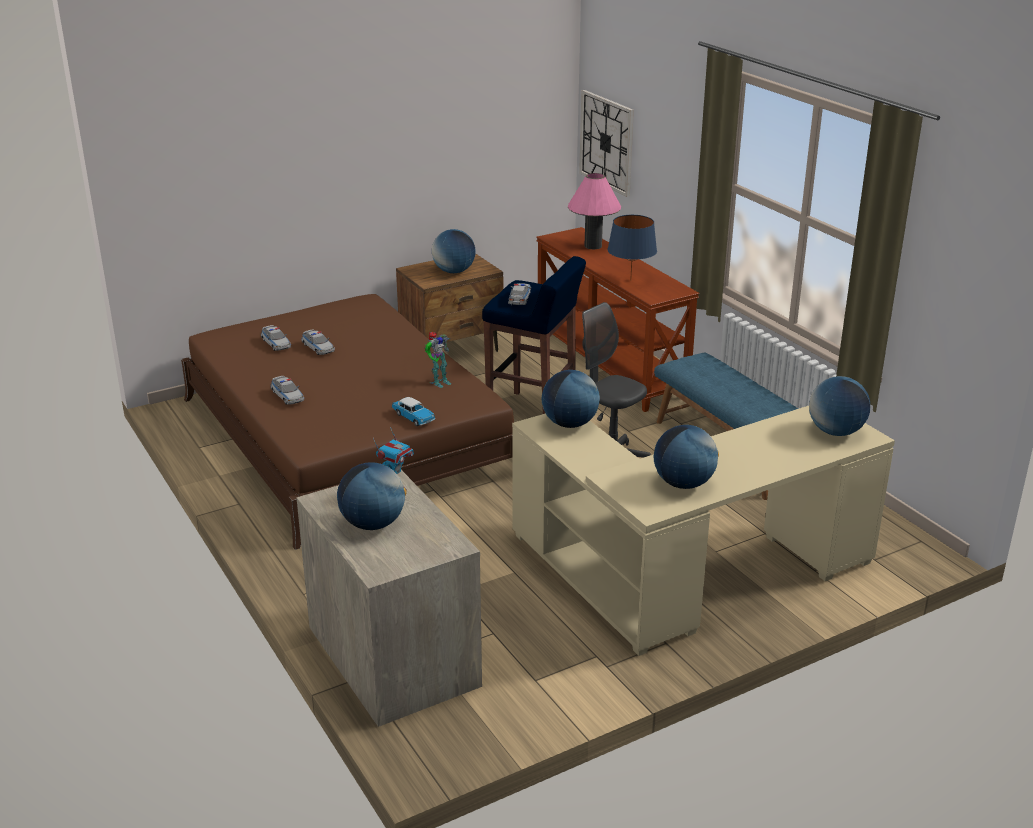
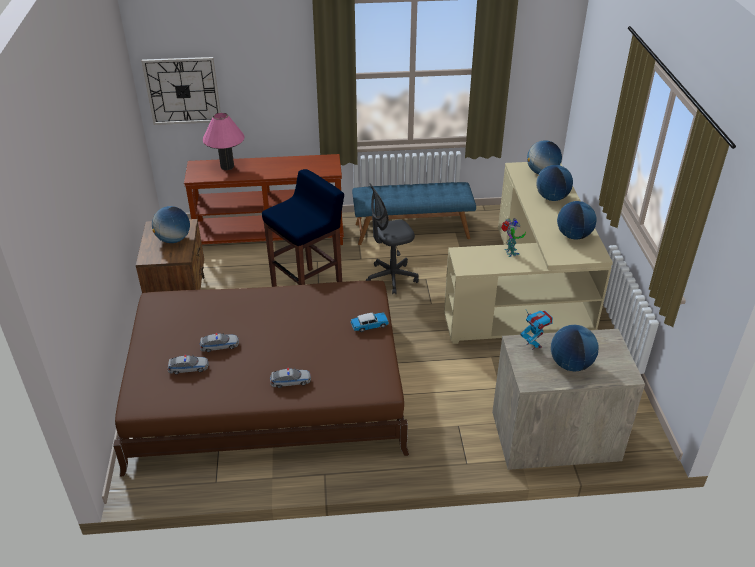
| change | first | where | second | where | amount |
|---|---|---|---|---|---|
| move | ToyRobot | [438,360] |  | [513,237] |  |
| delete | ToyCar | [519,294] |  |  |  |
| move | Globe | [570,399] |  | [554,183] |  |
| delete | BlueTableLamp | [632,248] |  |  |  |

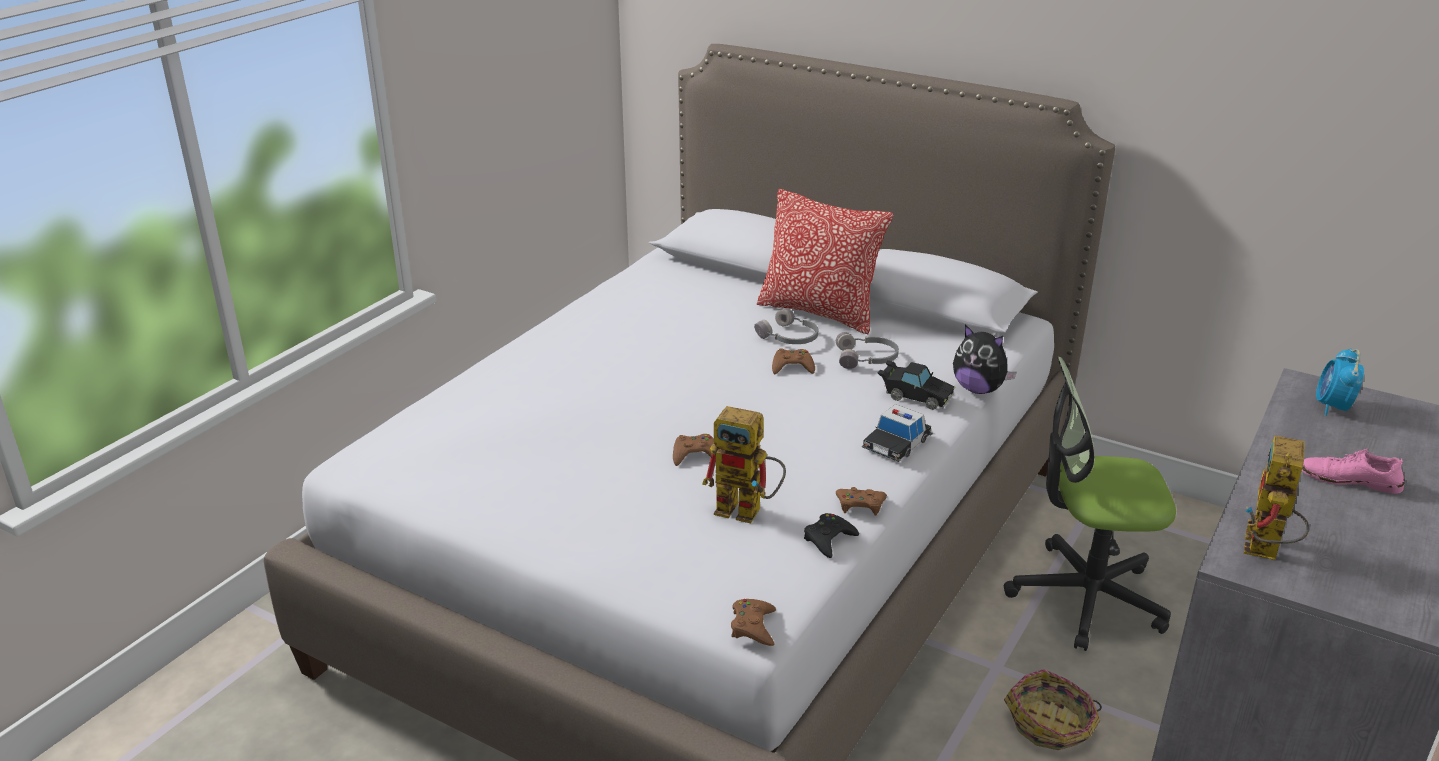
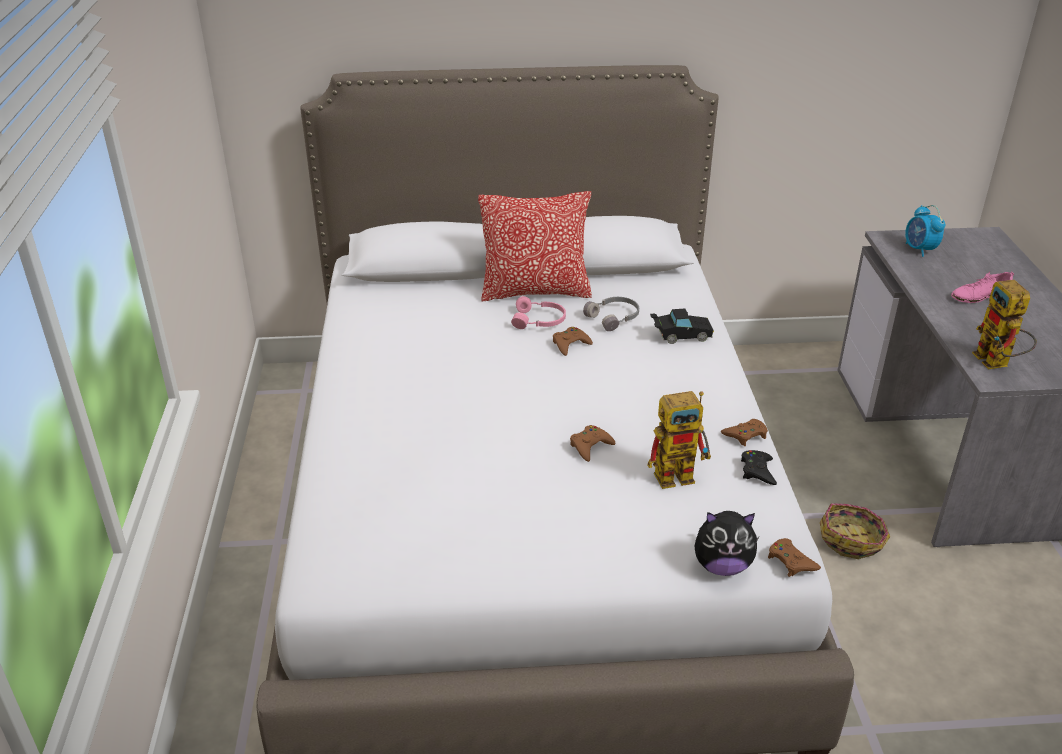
| change | first | where | second | where | amount |
|---|---|---|---|---|---|
| recolor | GreyHeadphones | [786,326] | PinkHeadphones | [538,312] |  |
| delete | ToyCar | [897,433] |  |  |  |
| move | PlushToy | [985,359] |  | [726,543] |  |
| delete | OfficeChair | [1089,504] |  |  |  |

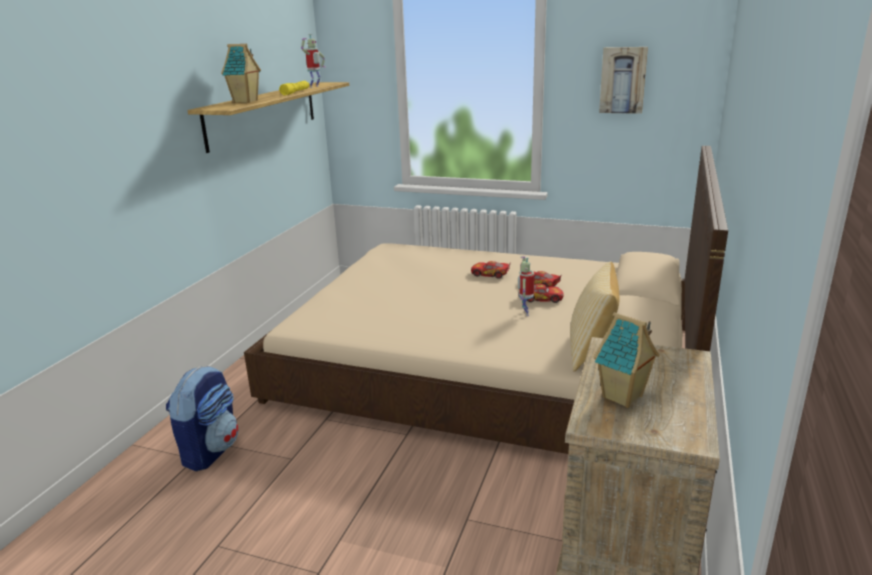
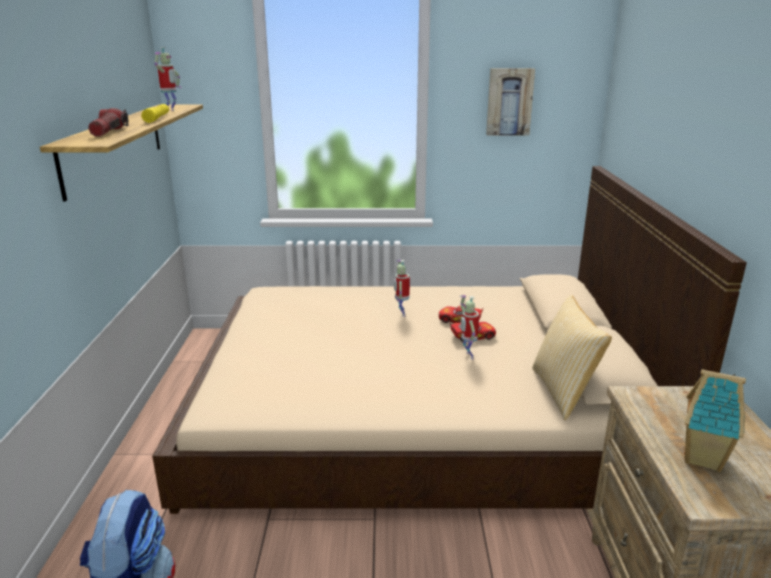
| change | first | where | second | where | amount |
|---|---|---|---|---|---|
| replace | ToyHouse | [241,73] | Flashlight | [108,122] |  |
| replace | ToyCar | [491,270] | ToyRobot | [402,288] |  |

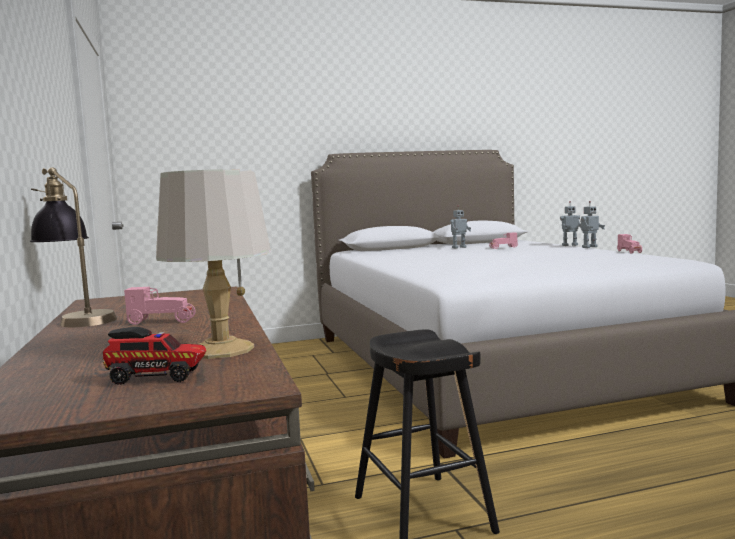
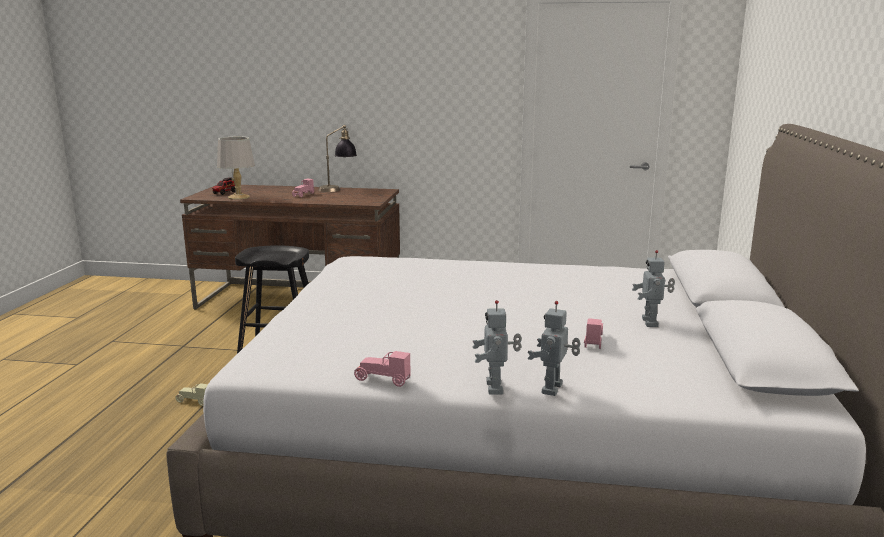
| change | first | where | second | where | amount |
|---|---|---|---|---|---|
| insert |  |  | BeigeToyCar | [191,394] |  |

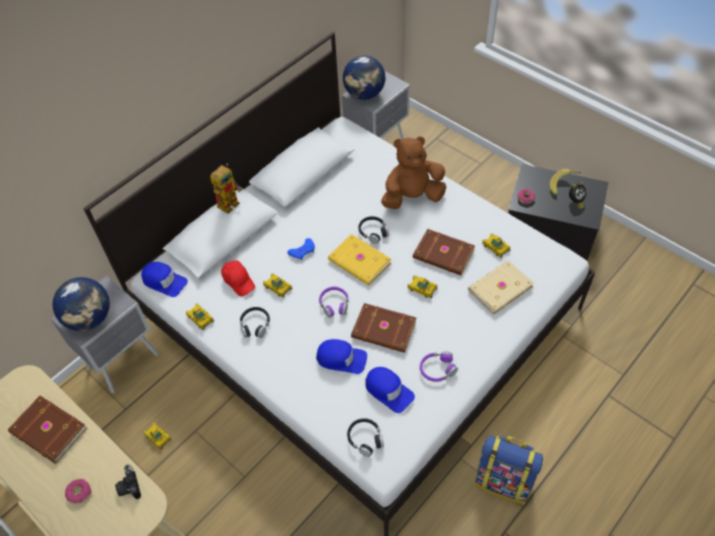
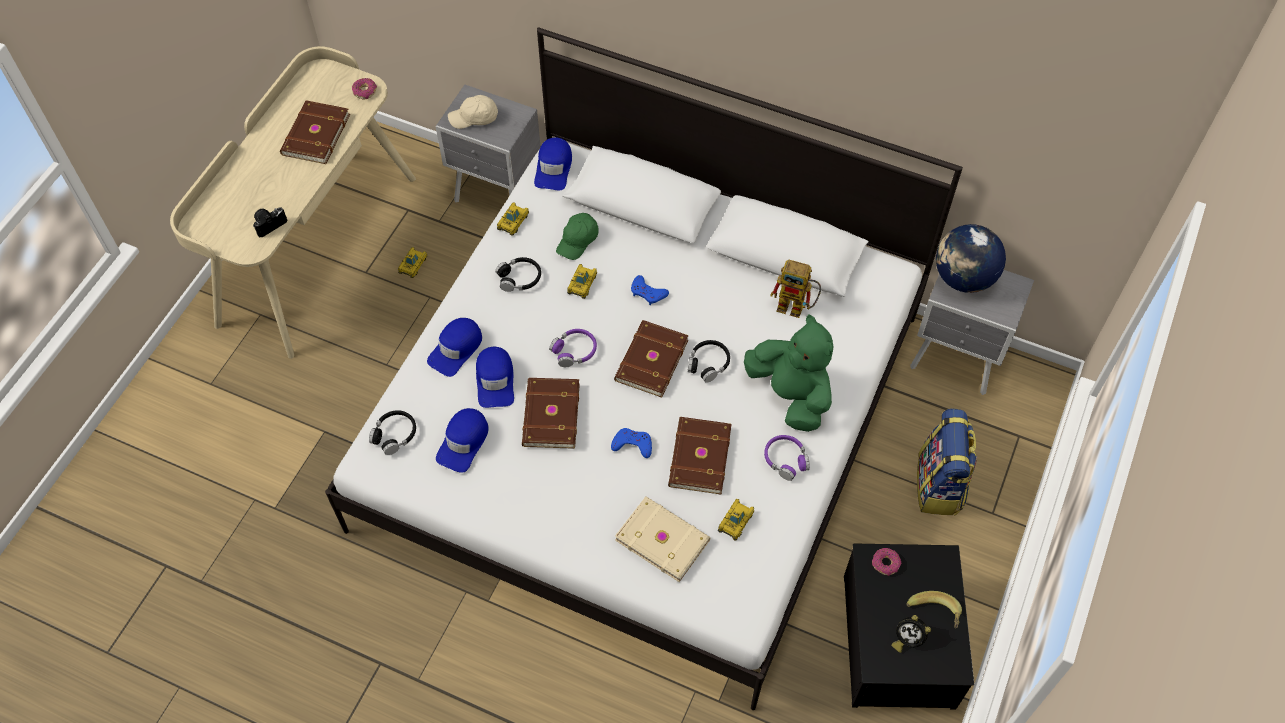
| change | first | where | second | where | amount |
|---|---|---|---|---|---|
| replace | Globe | [81,304] | BeigeCap | [473,112] |  |
| move | Donut | [78,491] |  | [364,88] |  |
| move | ToyRobot | [226,188] |  | [795,289] |  |
| recolor | RedCap | [238,278] | GreenCap | [577,236] |  |
| recolor | YellowBook | [359,260] | BrownBook | [651,359] |  |
| recolor | BrownPlushToy | [413,172] | GreenPlushToy | [788,373] |  |
| replace | ToyCar | [423,286] | BlueGameController | [631,443] |  |
| move | PurpleHeadphones | [439,366] |  | [787,458] |  |
| move | Backpack | [508,470] |  | [947,462] |  |
| insert |  |  | BlueCap | [454,347] |  |

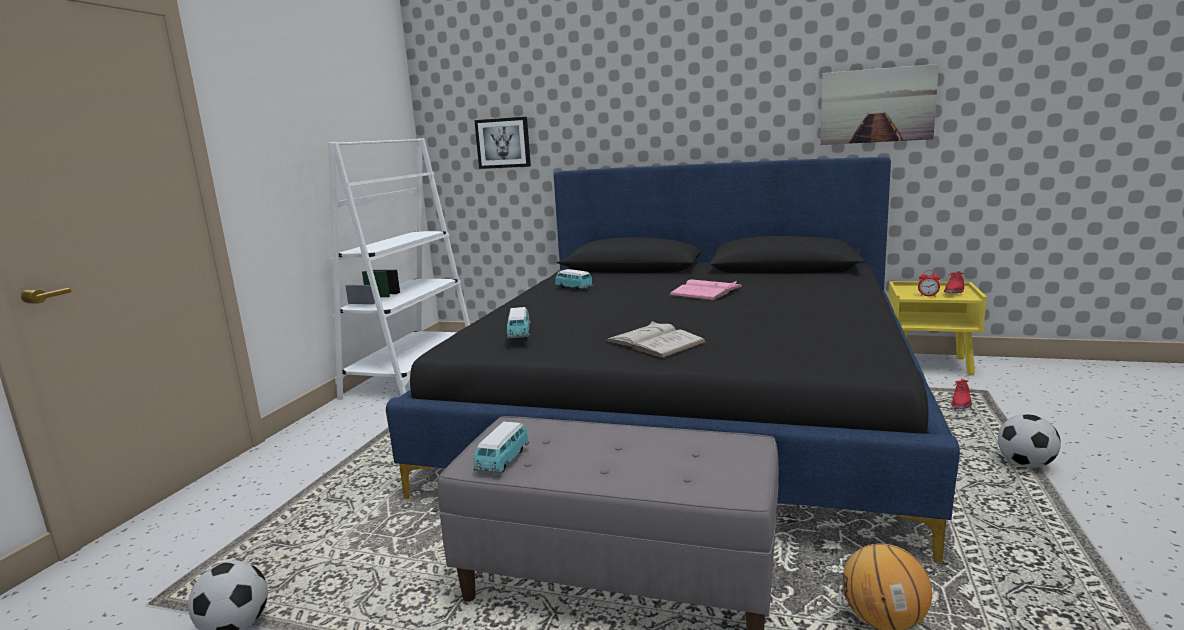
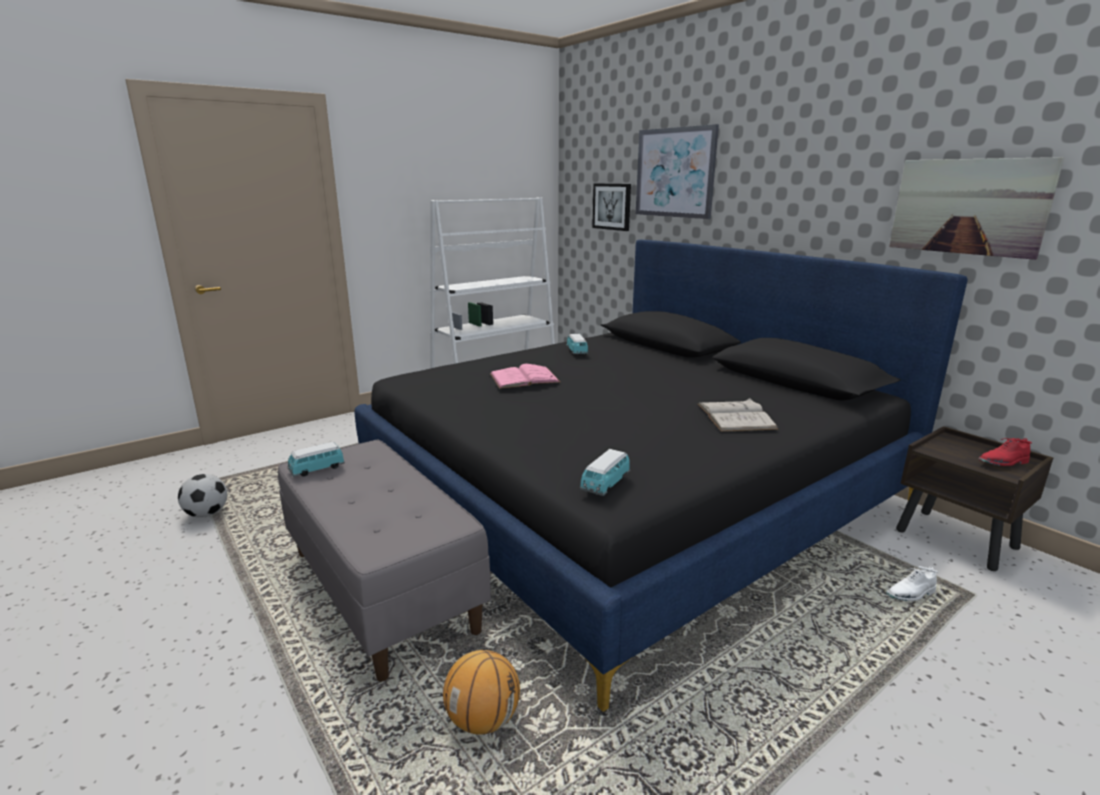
| change | first | where | second | where | amount |
|---|---|---|---|---|---|
| move | ToyCar | [518,323] |  | [605,472] |  |
| move | WhiteBook | [655,339] |  | [737,415] |  |
| move | PinkBook | [706,290] |  | [525,376] |  |
| recolor | YellowNightstand | [937,328] | BrownNightstand | [974,498] |  |
| delete | AlarmClock | [929,283] |  |  |  |
| recolor | RedShoe | [961,394] | WhiteShoe | [912,583] |  |
| delete | Football | [1029,441] |  |  |  |
| insert |  |  | Picture | [677,171] |  |

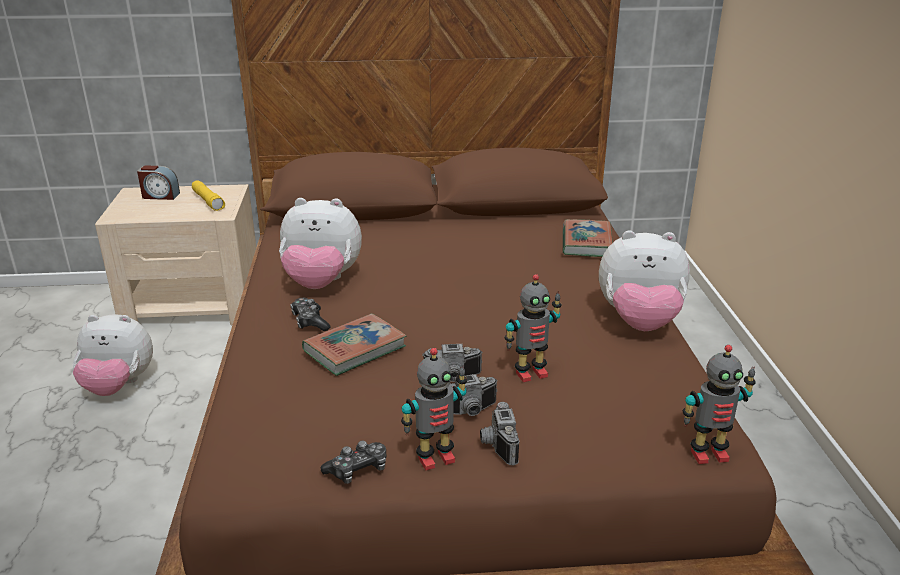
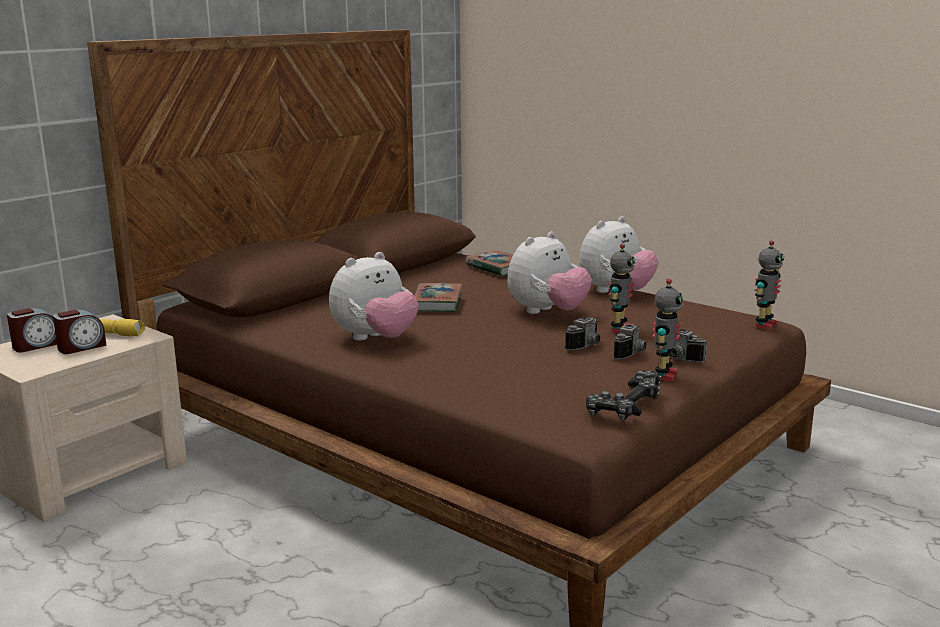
| change | first | where | second | where | amount |
|---|---|---|---|---|---|
| move | PlushToy | [113,355] |  | [549,273] |  |
| move | GameController | [310,314] |  | [614,406] |  |
| move | Book | [354,344] |  | [438,297] |  |
| insert |  |  | AlarmClock | [80,332] |  |

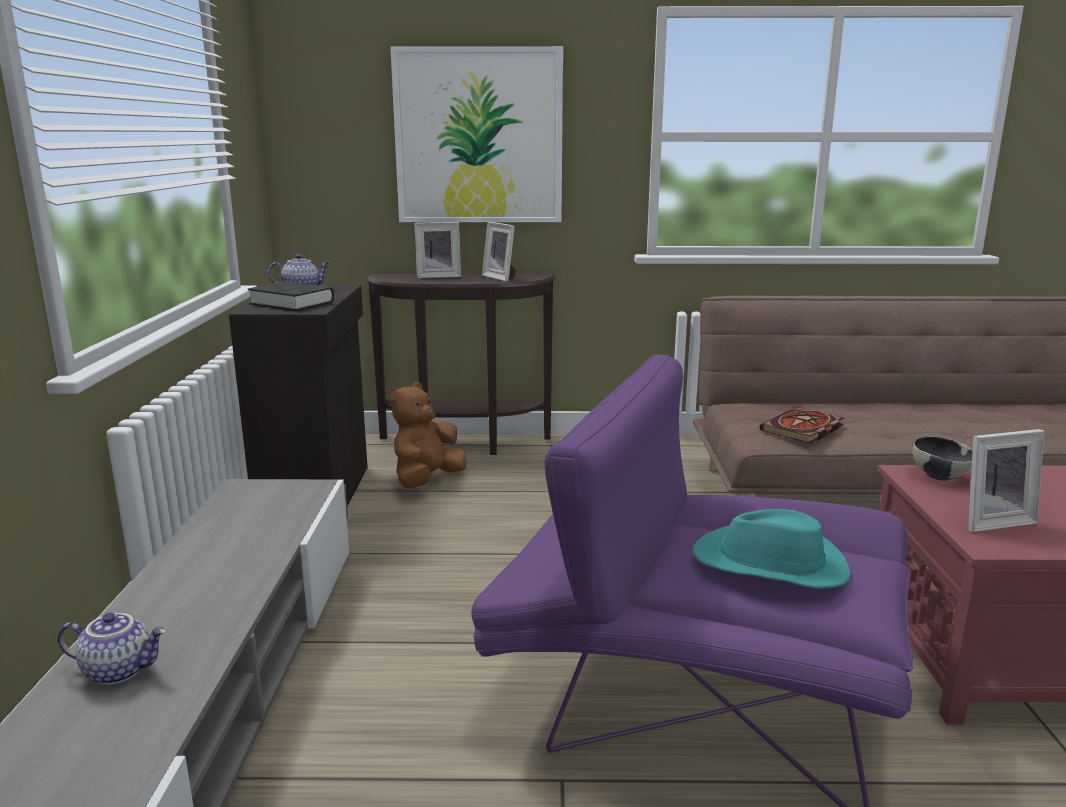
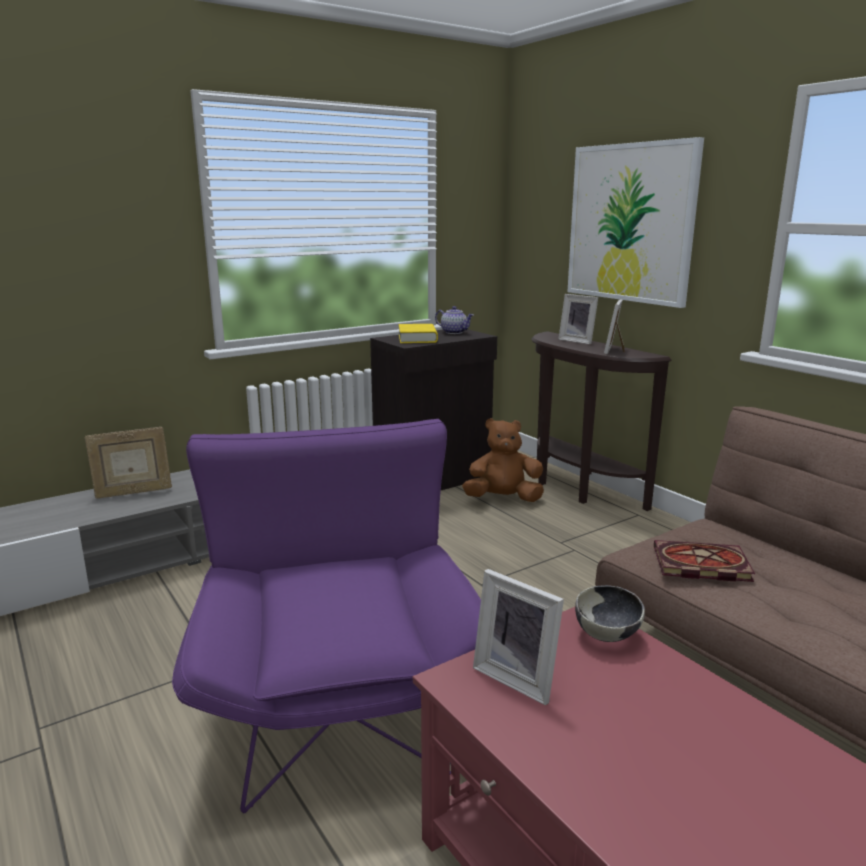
| change | first | where | second | where | amount |
|---|---|---|---|---|---|
| replace | Teapot | [112,648] | PictureFrame | [128,463] |  |
| recolor | BlackBook | [291,296] | YellowBook | [418,333] |  |
| delete | TurquoiseHat | [771,549] |  |  |  |

